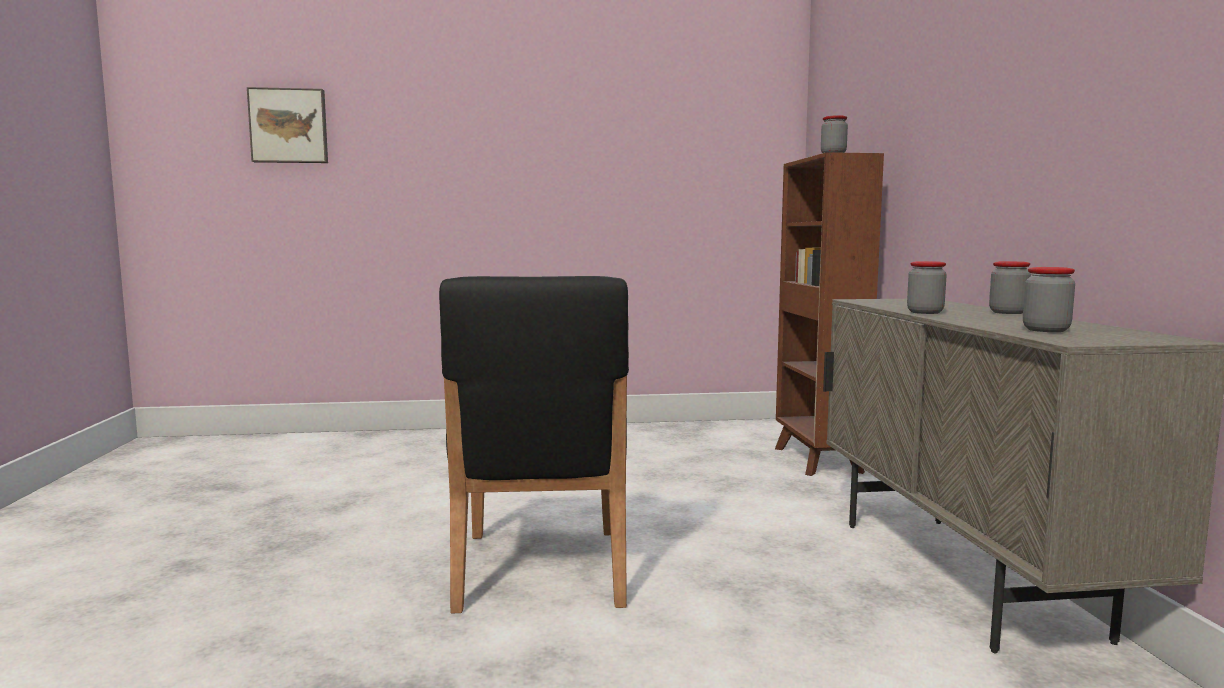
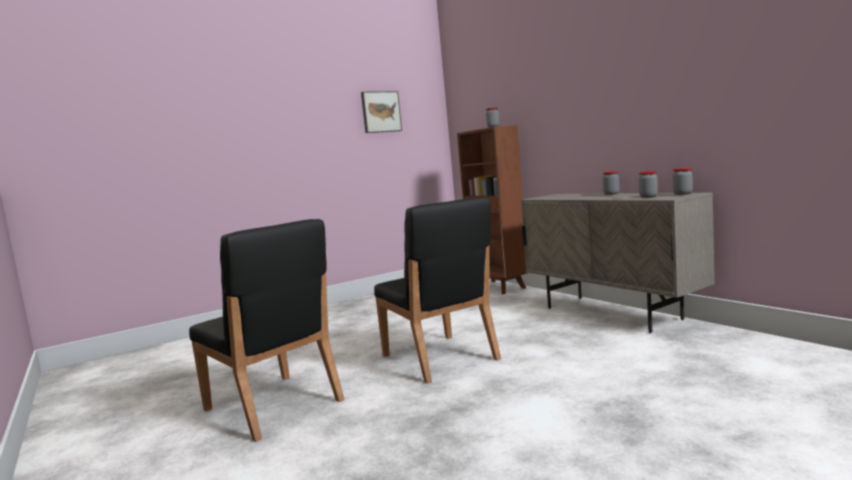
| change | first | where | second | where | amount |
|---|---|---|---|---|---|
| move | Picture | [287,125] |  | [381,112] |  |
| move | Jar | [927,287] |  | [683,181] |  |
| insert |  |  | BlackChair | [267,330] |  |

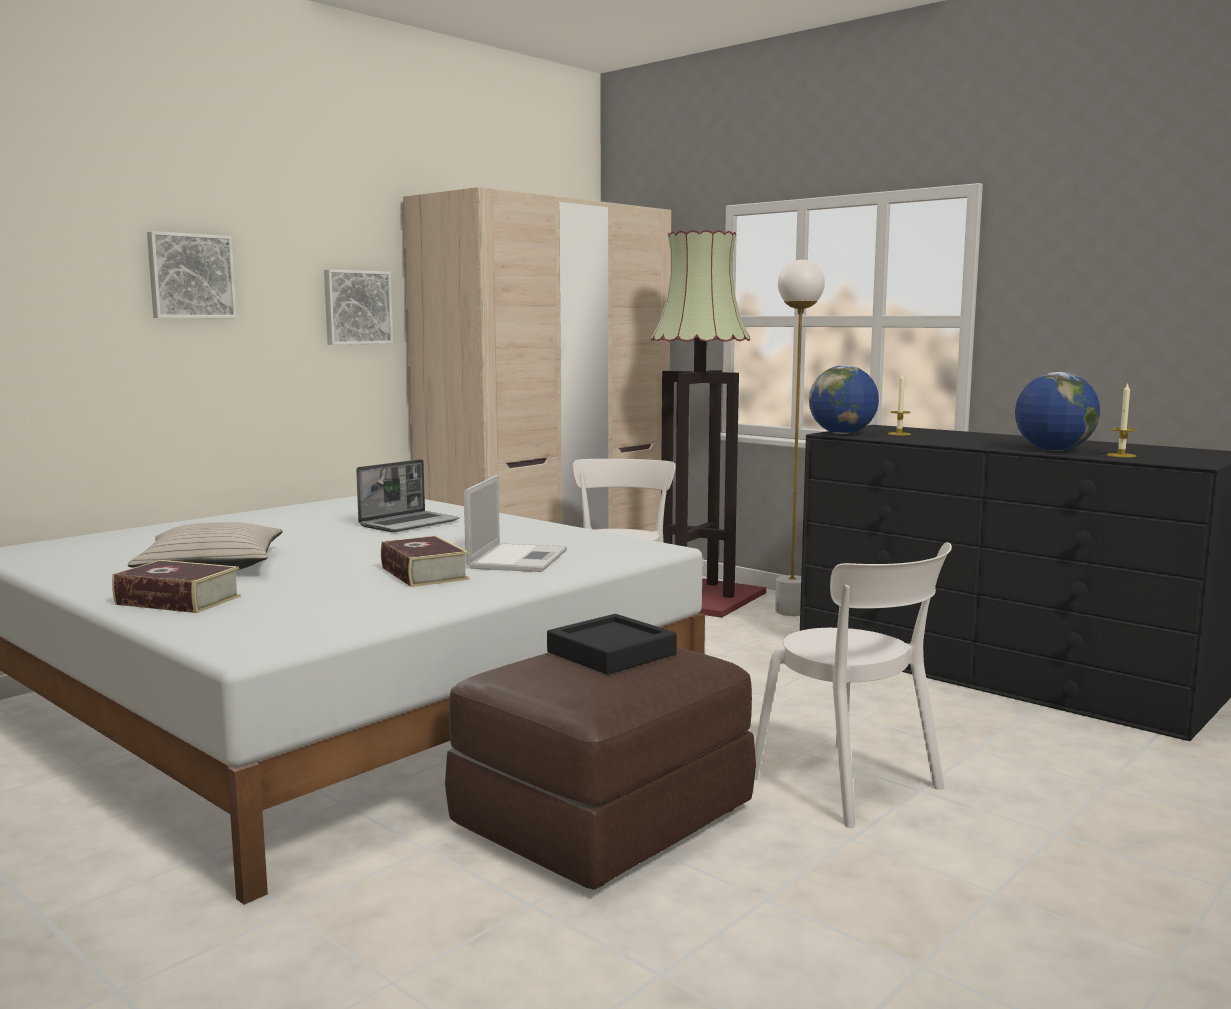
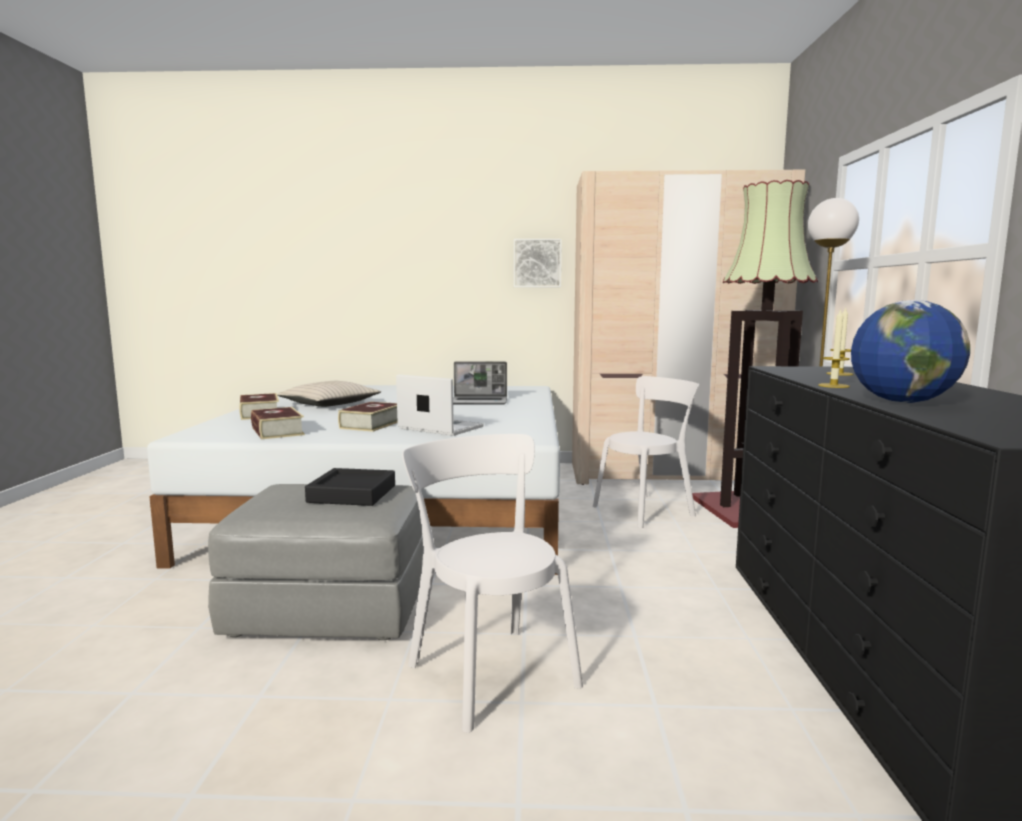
| change | first | where | second | where | amount |
|---|---|---|---|---|---|
| delete | Picture | [192,274] |  |  |  |
| recolor | BrownOttoman | [600,768] | GreyOttoman | [315,562] |  |
| rotate | Laptop | [515,523] |  | [440,405] | 120 degrees counterclockwise |
| rotate | WhiteChair | [853,685] |  | [492,583] | 135 degrees clockwise |
| delete | Globe | [844,399] |  |  |  |
| move | Candle | [1121,419] |  | [834,348] |  |
| insert |  |  | Book | [278,423] |  |

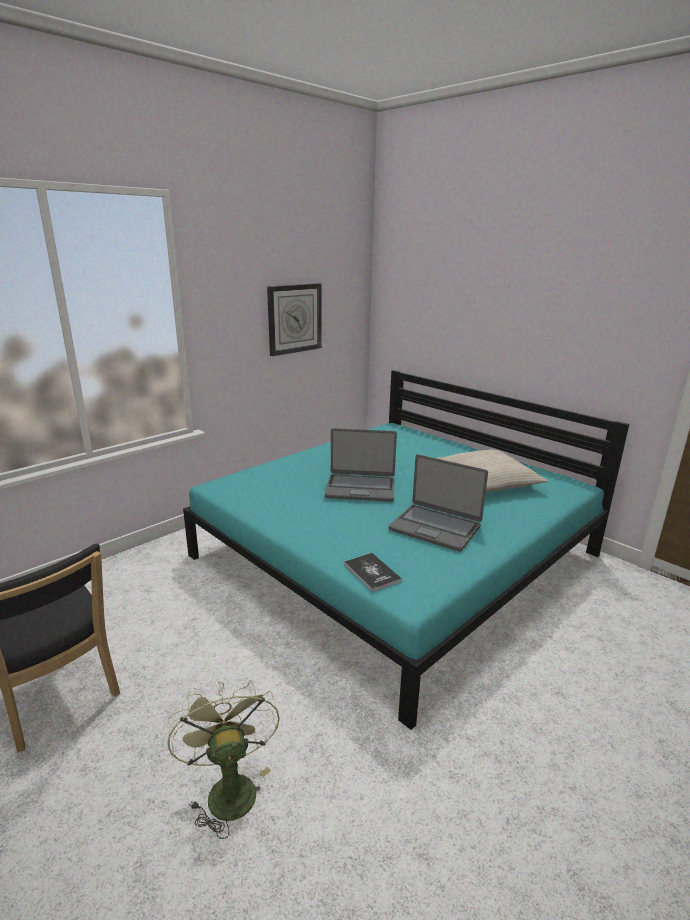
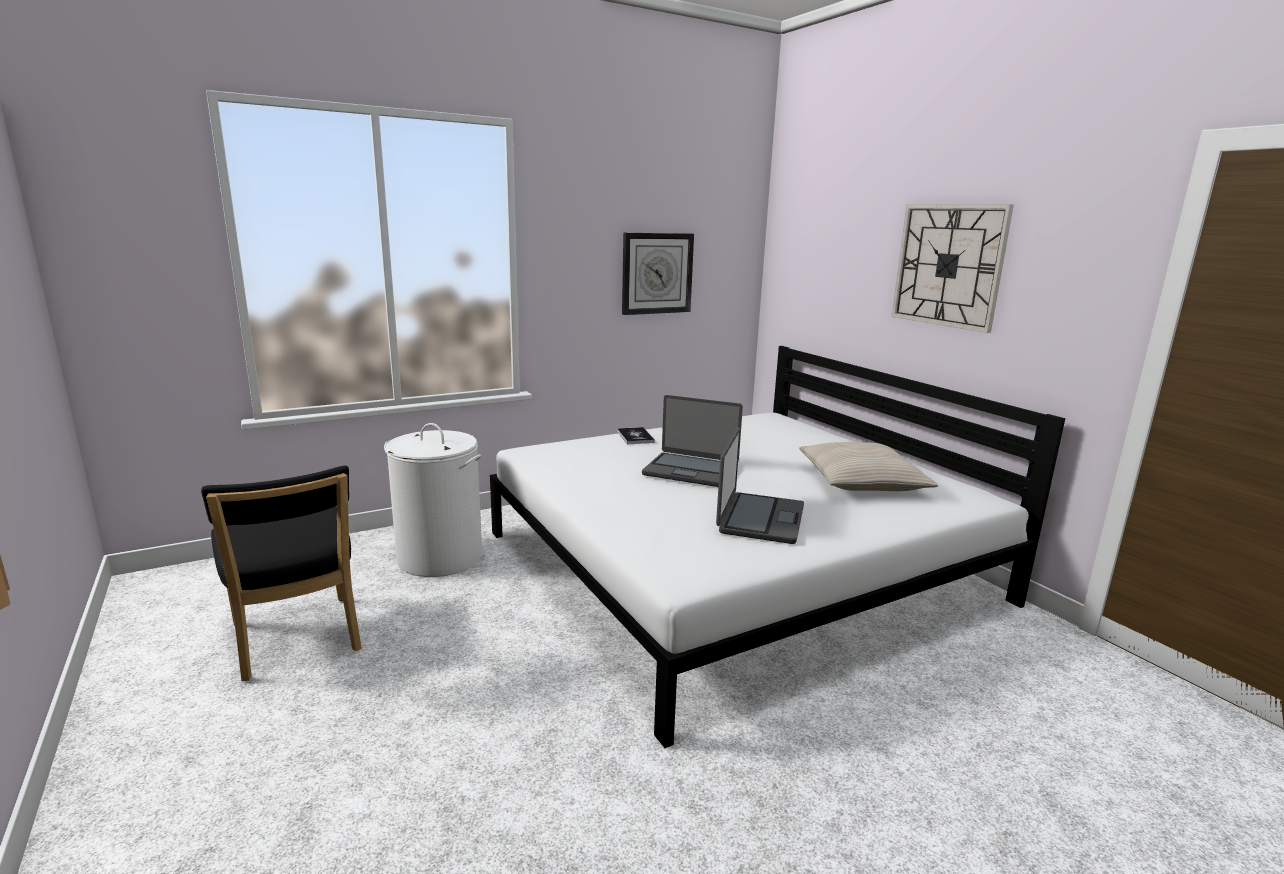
| change | first | where | second | where | amount |
|---|---|---|---|---|---|
| delete | GreenFan | [224,759] |  |  |  |
| recolor | TurquoiseBed | [406,550] | WhiteBed | [777,547] |  |
| move | Book | [373,572] |  | [636,435] |  |
| rotate | Laptop | [438,503] |  | [760,485] | 120 degrees counterclockwise |
| insert |  |  | WhiteLaundryBasket | [433,500] |  |
| insert |  |  | WallClock | [953,268] |  |

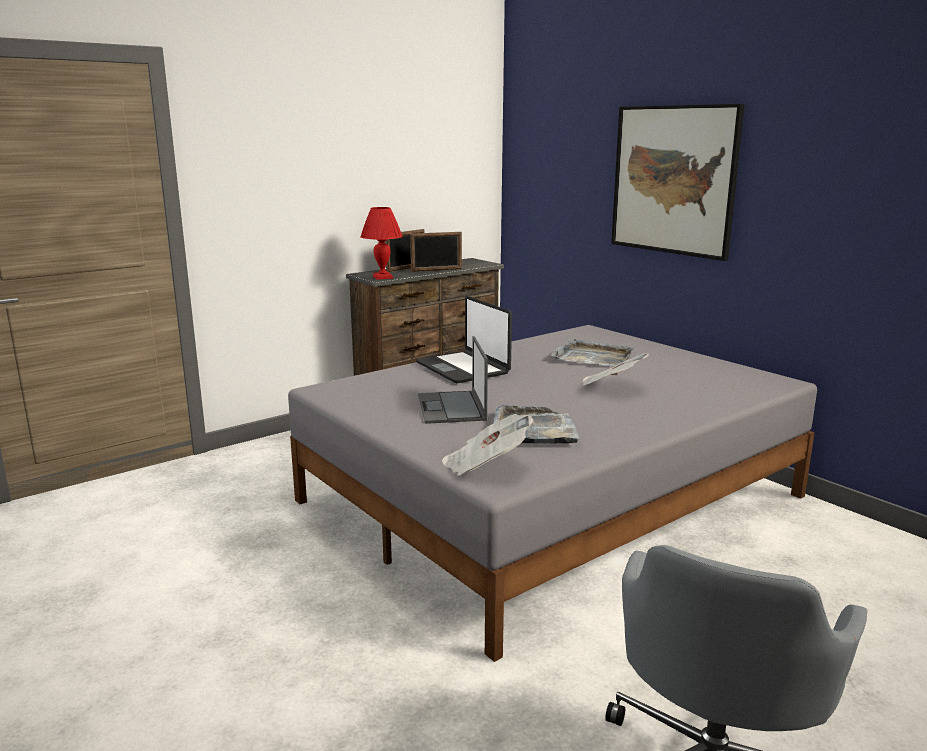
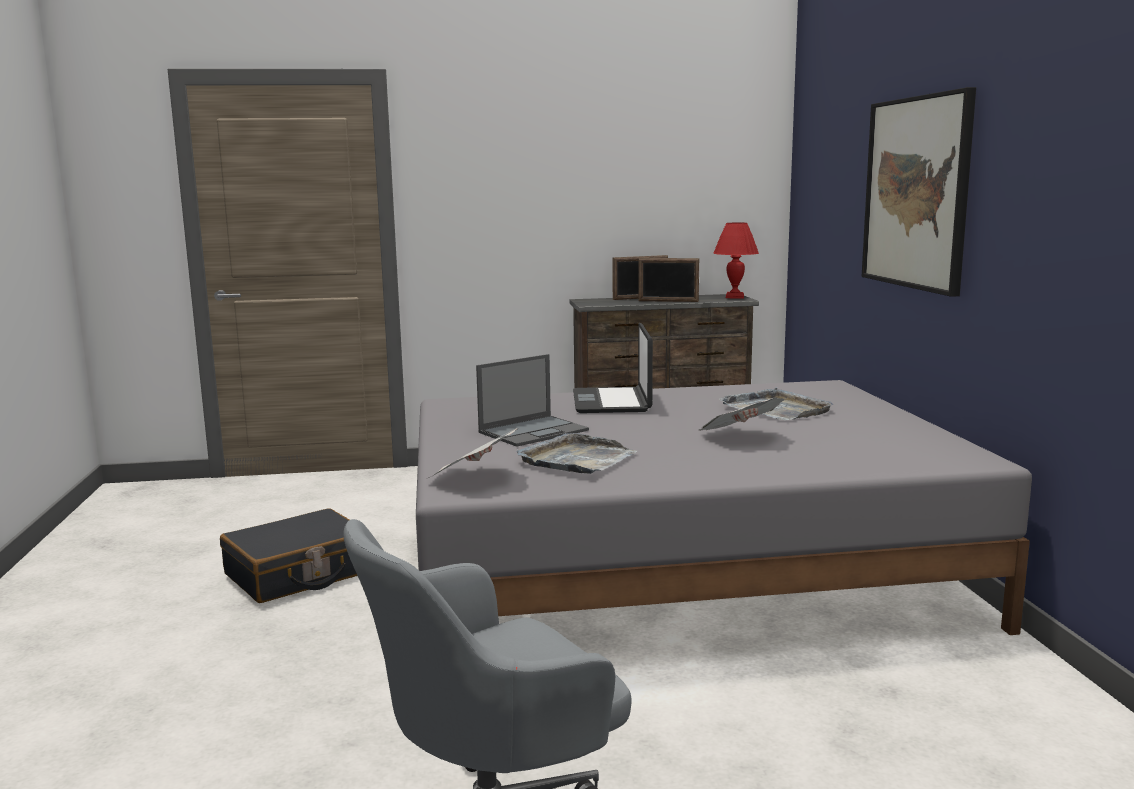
| change | first | where | second | where | amount |
|---|---|---|---|---|---|
| move | RedTableLamp | [381,243] |  | [736,260] |  |
| rotate | Laptop | [453,380] |  | [532,400] | 150 degrees counterclockwise |
| insert |  |  | BlackSuitcase | [288,555] |  |

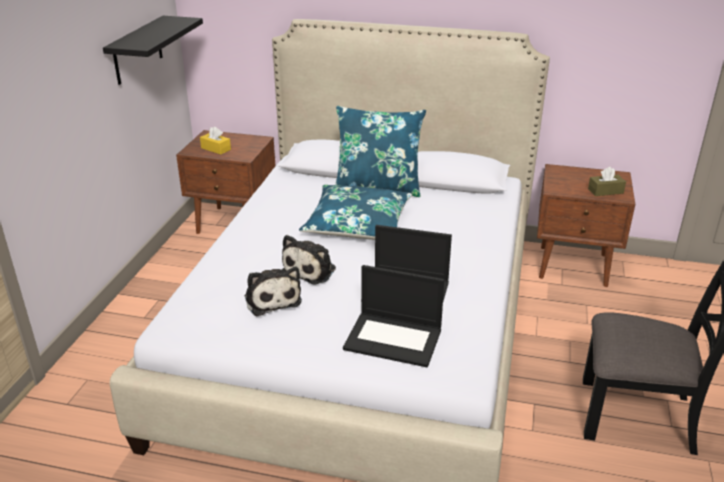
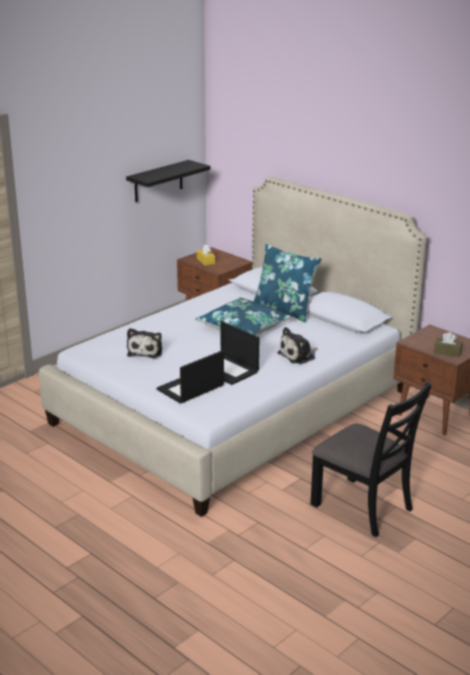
| change | first | where | second | where | amount |
|---|---|---|---|---|---|
| move | PlushToy | [309,259] |  | [297,345] |  |
| rotate | Laptop | [393,316] |  | [190,377] | 90 degrees clockwise |

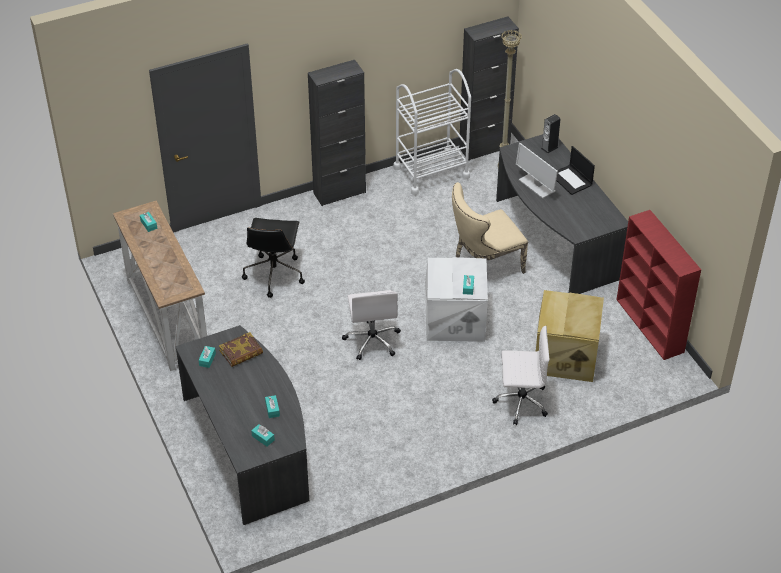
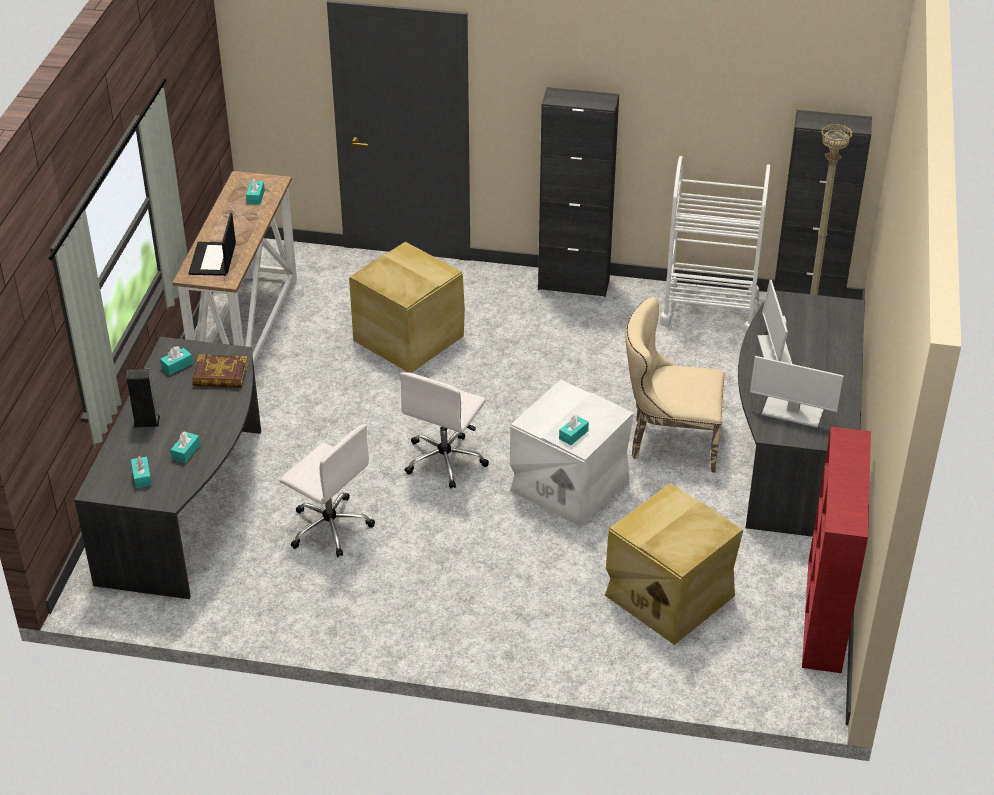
| change | first | where | second | where | amount |
|---|---|---|---|---|---|
| replace | BlackOfficeChair | [273,258] | BeigeStorageBox | [407,307] |  |
| move | WhiteOfficeChair | [521,375] |  | [327,490] |  |
| move | Speaker | [551,134] |  | [143,398] |  |
| move | Laptop | [575,170] |  | [212,244] |  |
| insert |  |  | Monitor | [797,392] |  |

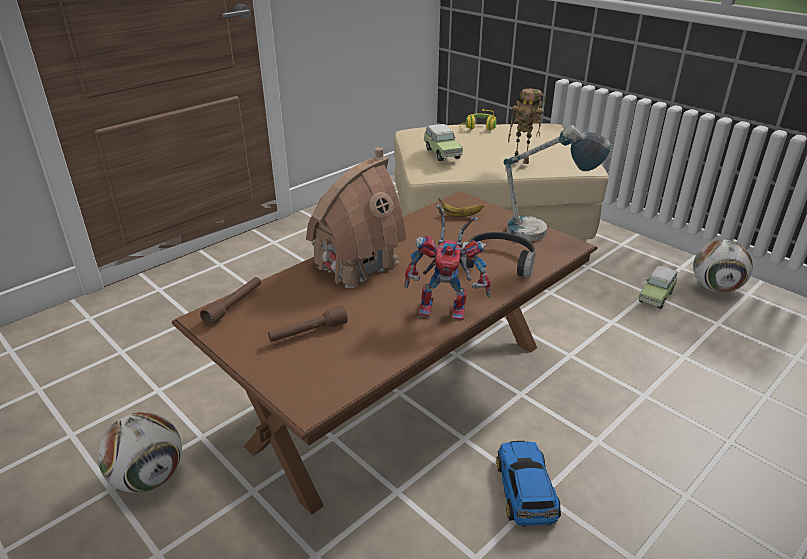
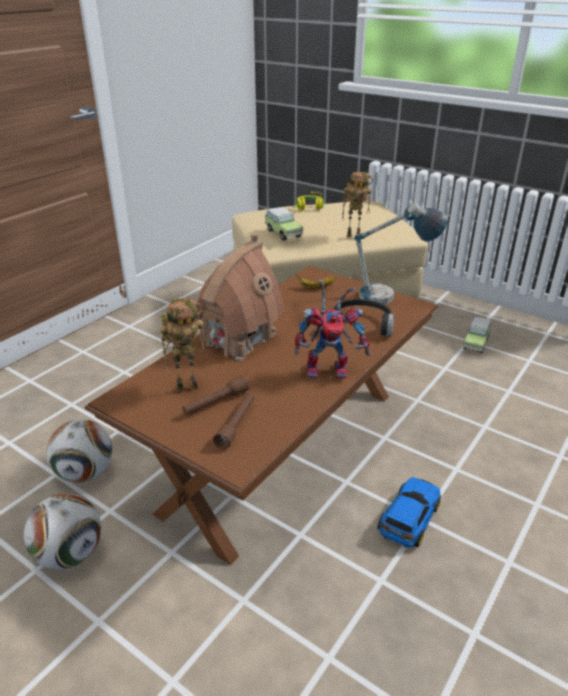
| change | first | where | second | where | amount |
|---|---|---|---|---|---|
| move | BrownFlashlight | [230,301] |  | [233,421] |  |
| rotate | ToyCar | [528,484] |  | [409,512] | 45 degrees clockwise |
| move | Football | [723,266] |  | [79,451] |  |
| insert |  |  | ToyRobot | [183,345] |  |

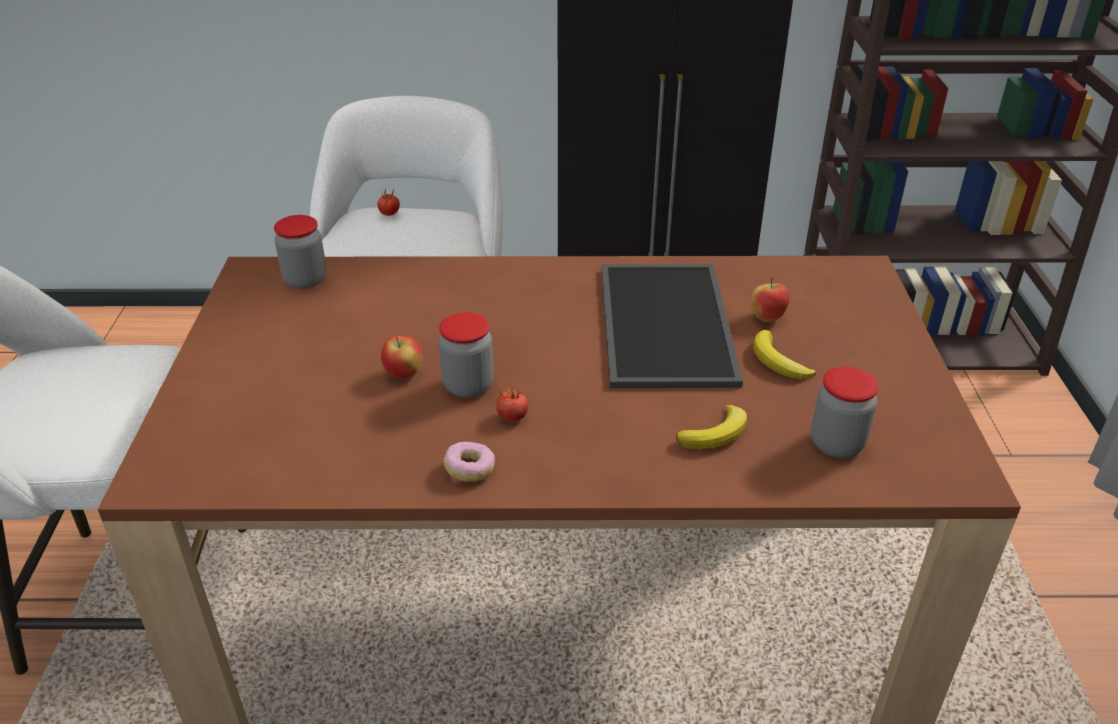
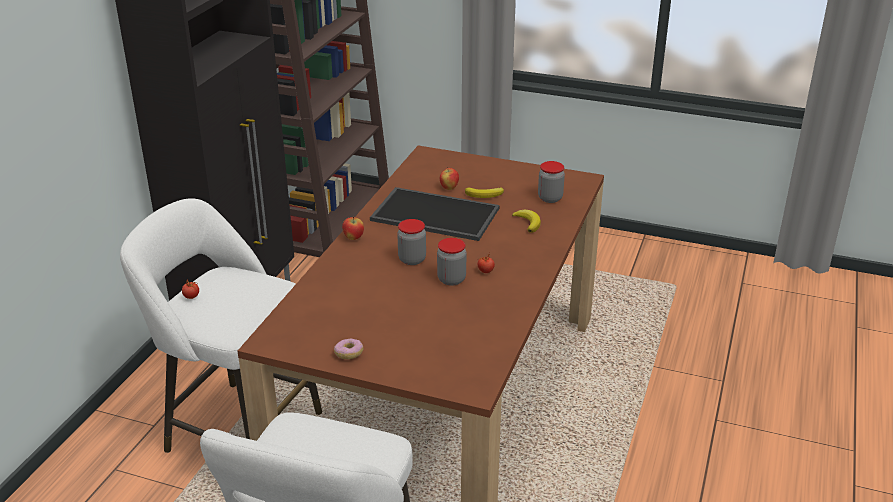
| change | first | where | second | where | amount |
|---|---|---|---|---|---|
| move | Jar | [300,252] |  | [411,242] |  |
| move | Apple | [402,357] |  | [353,228] |  |
| move | Donut | [469,462] |  | [348,349] |  |

